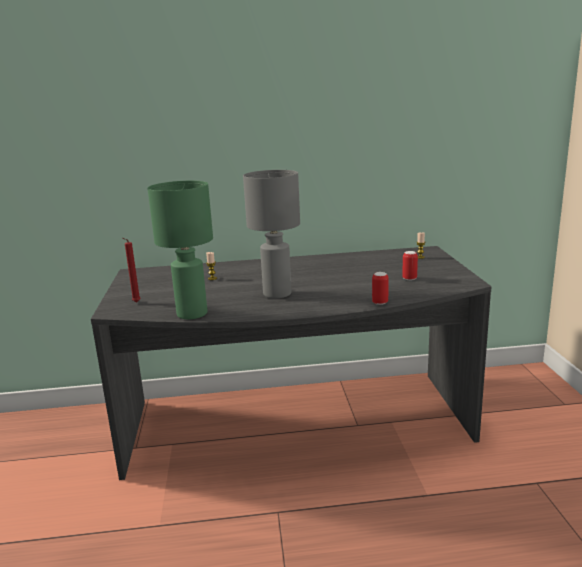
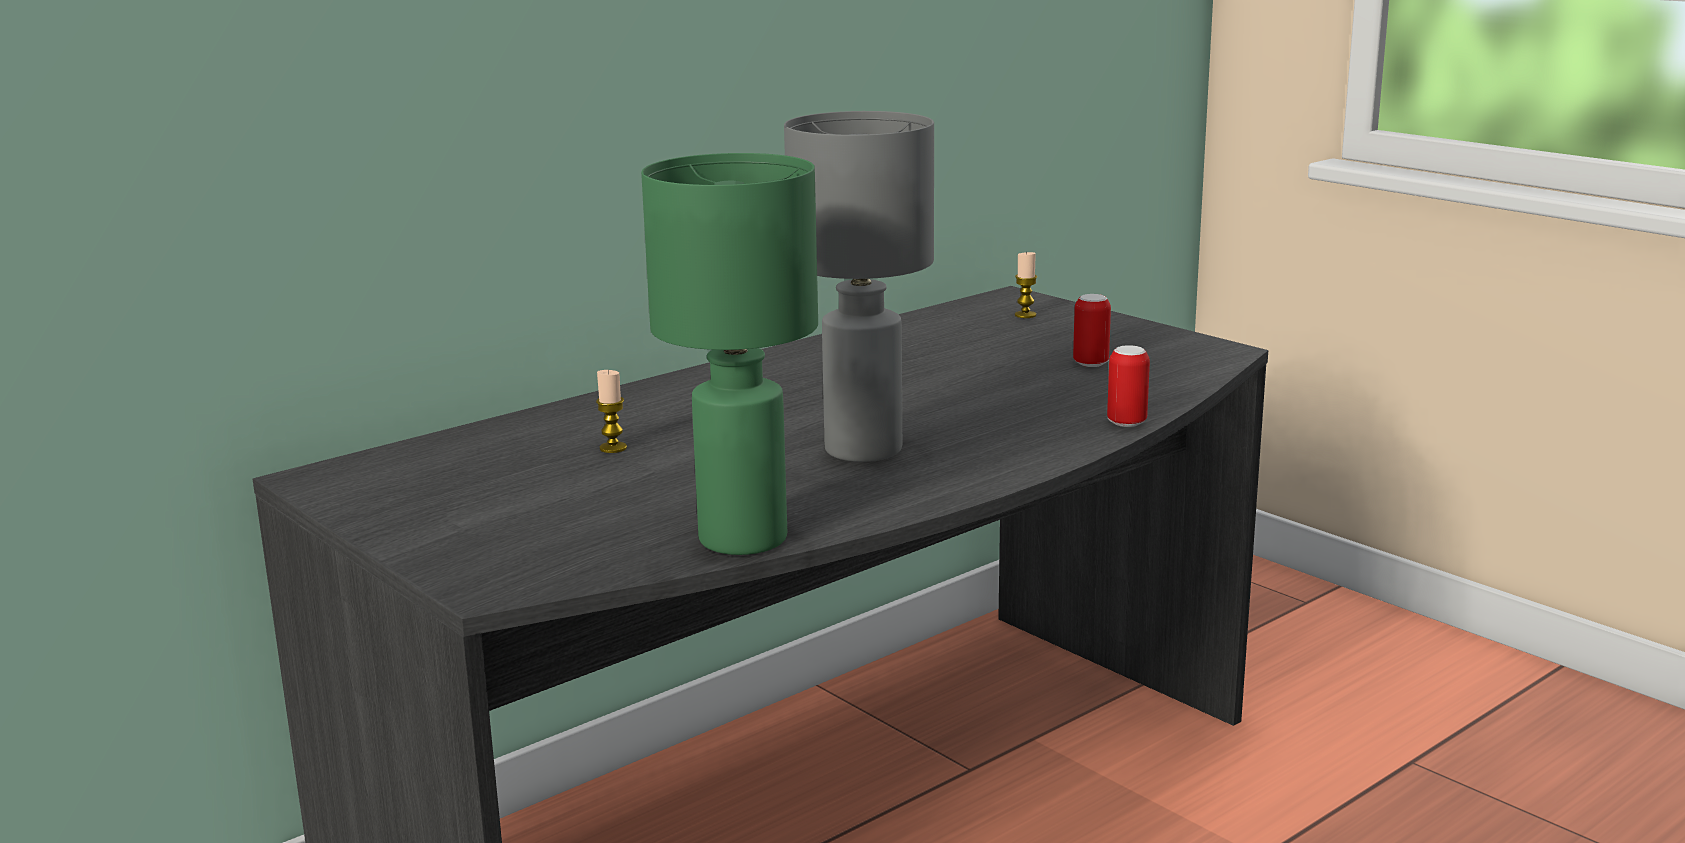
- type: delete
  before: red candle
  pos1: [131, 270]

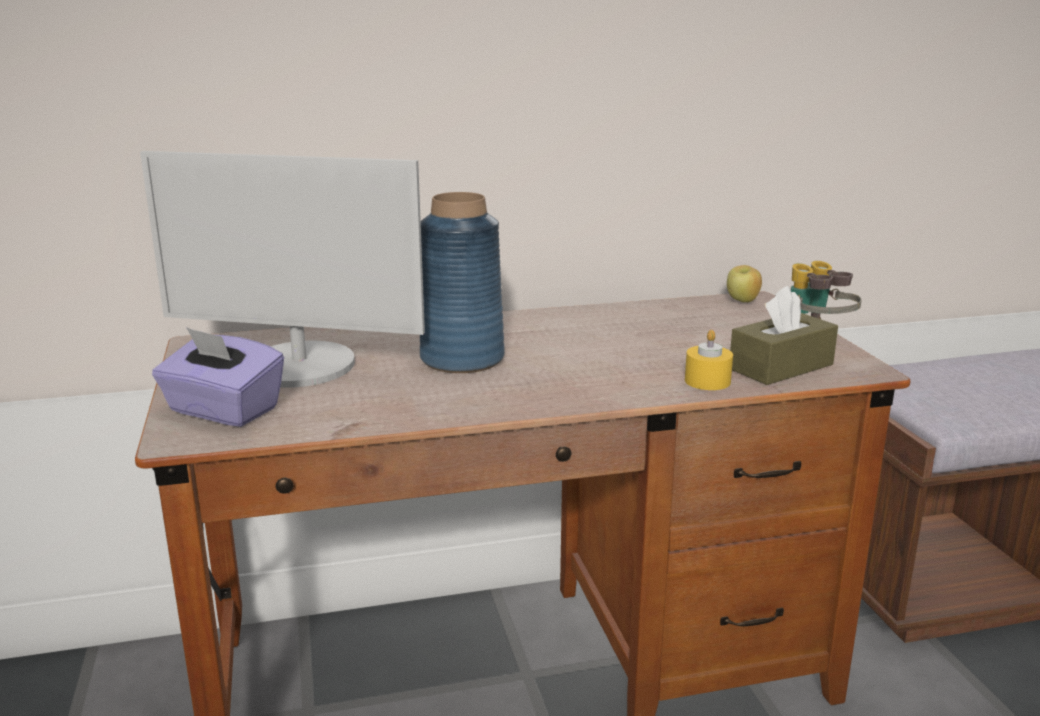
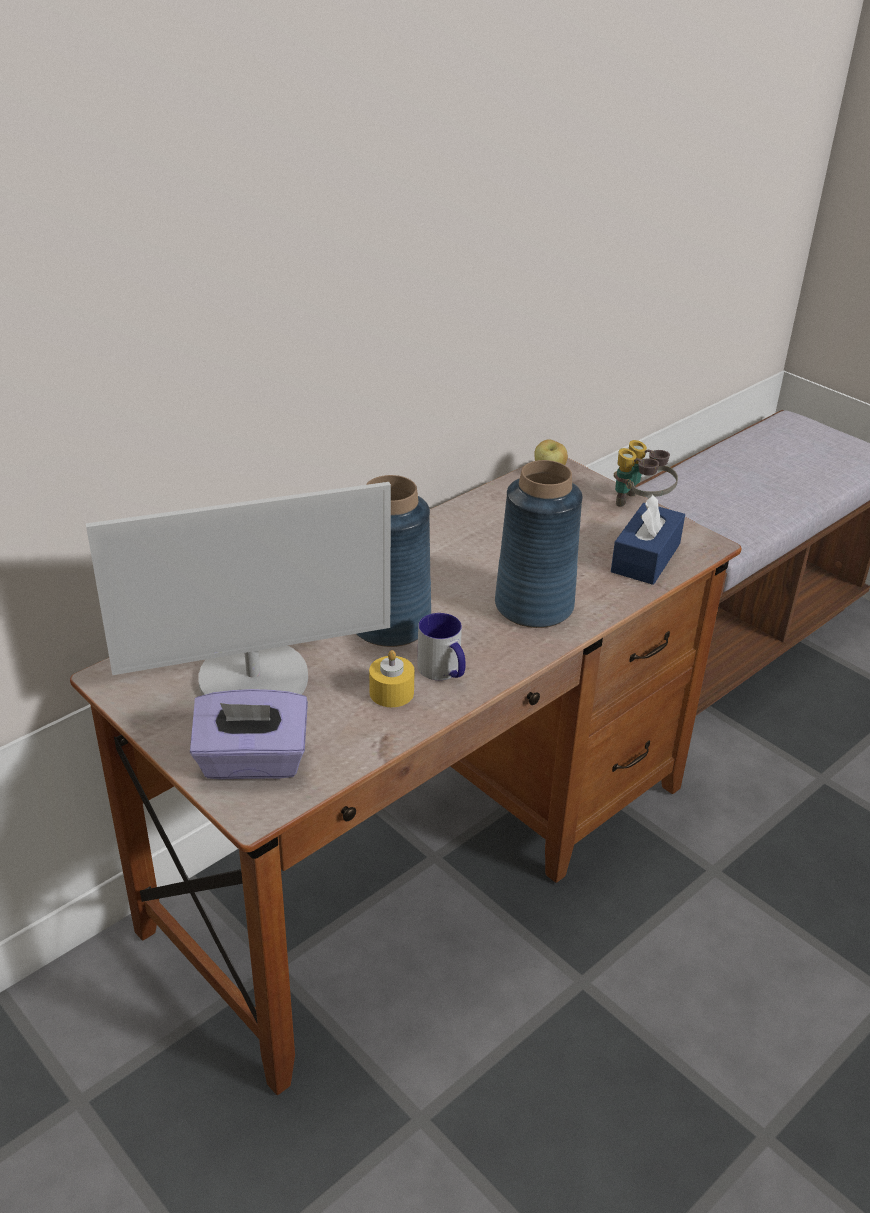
- type: move
  before: yellow candle
  pos1: [709, 360]
  pos2: [392, 678]
- type: recolor
  before: brown tissue box
  after: blue tissue box
  pos1: [784, 335]
  pos2: [648, 539]
- type: insert
  after: mug
  pos2: [441, 646]
- type: insert
  after: blue vase
  pos2: [539, 544]

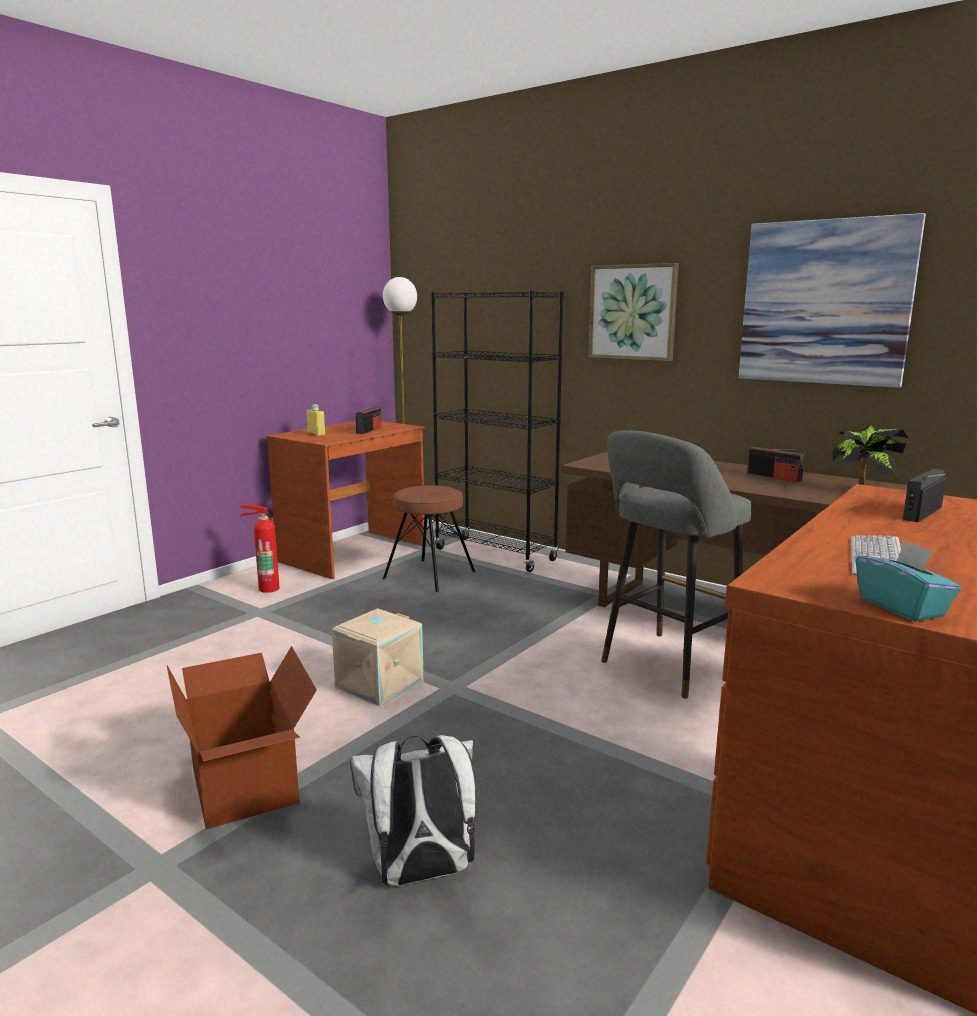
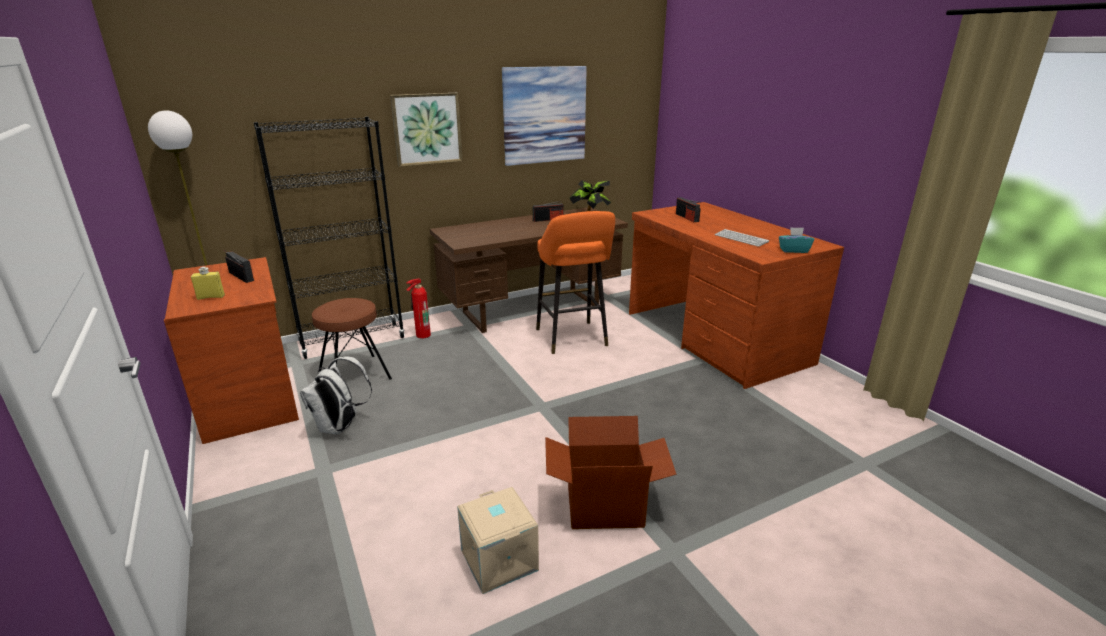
- type: move
  before: fire extinguisher
  pos1: [260, 548]
  pos2: [418, 308]
- type: move
  before: beige storage box
  pos1: [378, 657]
  pos2: [498, 540]
- type: move
  before: white backpack
  pos1: [413, 810]
  pos2: [336, 395]
- type: recolor
  before: grey stool
  after: orange stool
  pos1: [676, 564]
  pos2: [575, 282]

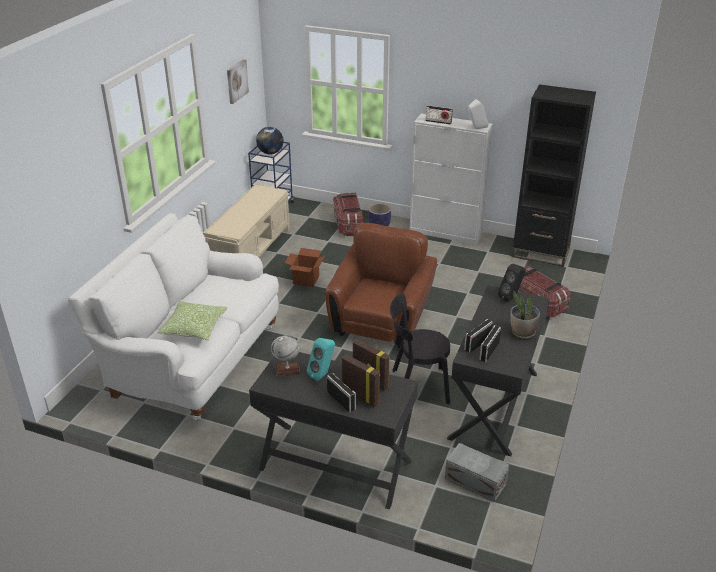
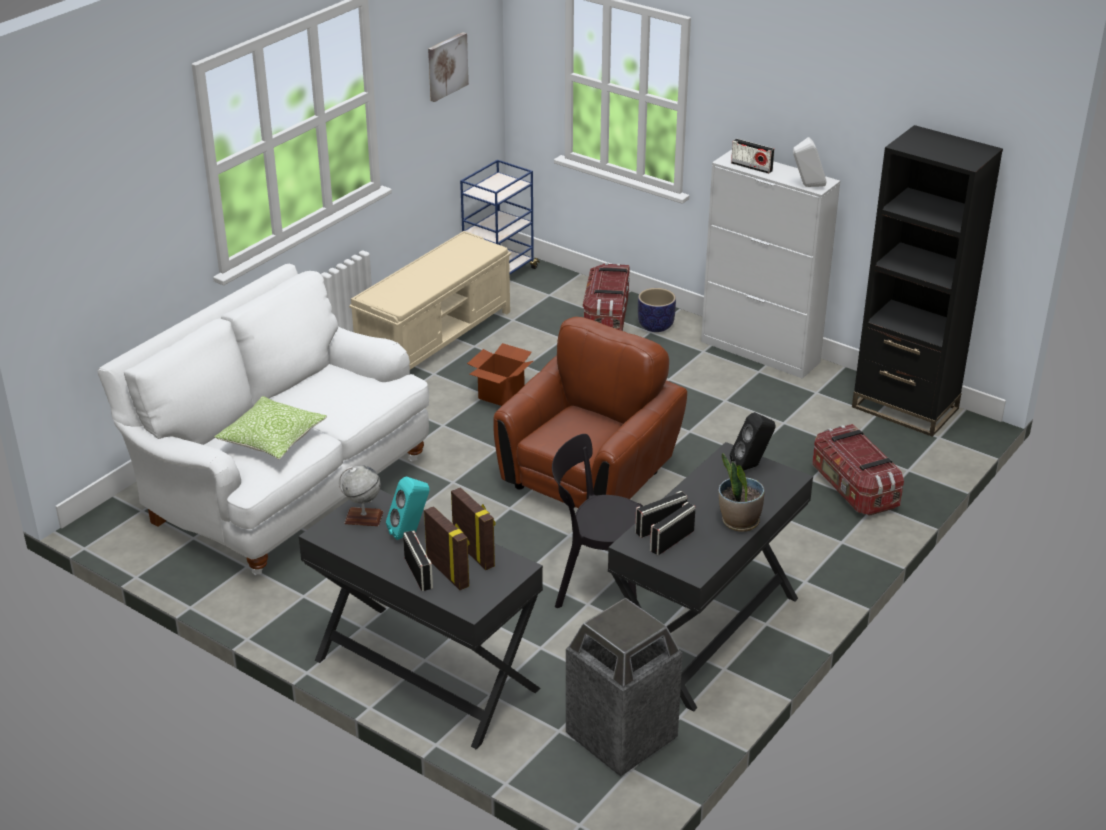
- type: delete
  before: globe
  pos1: [270, 140]
- type: replace
  before: grey storage box
  after: trash can
  pos1: [477, 472]
  pos2: [624, 687]

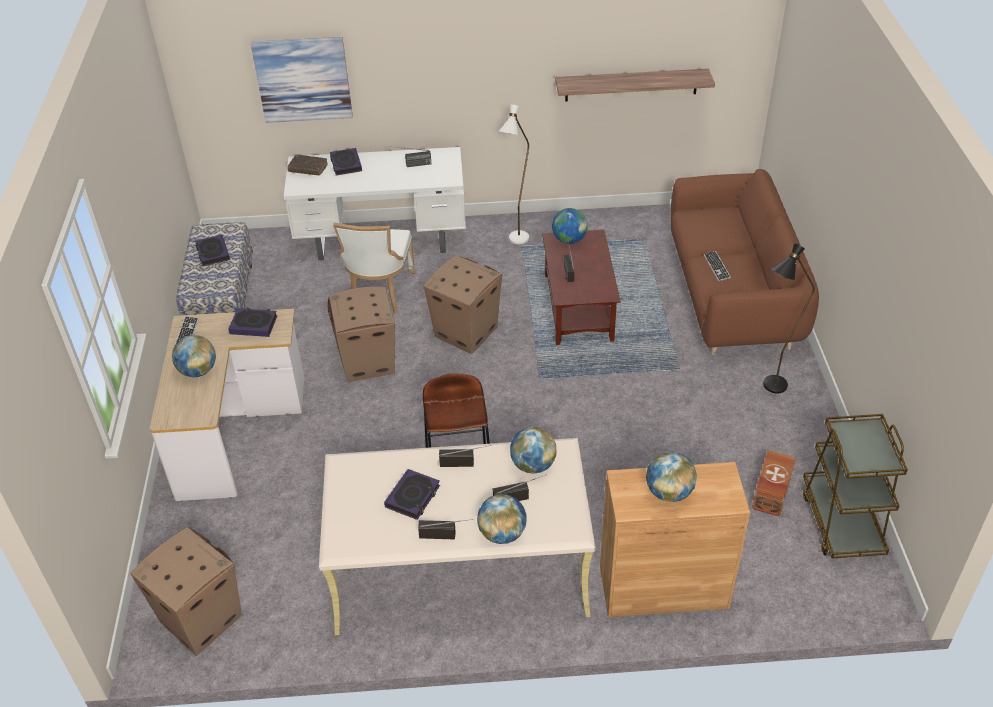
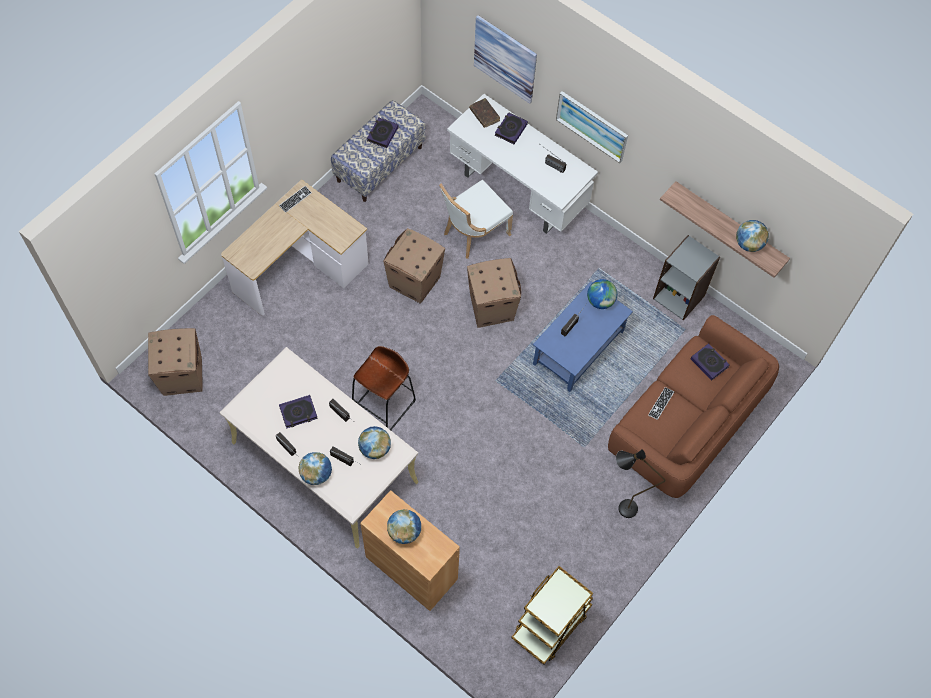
- type: move
  before: globe
  pos1: [194, 356]
  pos2: [752, 236]
- type: move
  before: book
  pos1: [252, 322]
  pos2: [710, 362]
- type: delete
  before: white floor lamp
  pos1: [514, 174]
- type: recolor
  before: brown coffee table
  after: blue coffee table
  pos1: [581, 287]
  pos2: [583, 337]
- type: delete
  before: brown storage box
  pos1: [774, 483]
- type: insert
  after: picture
  pos2: [592, 127]
- type: insert
  after: grey bookcase
  pos2: [686, 278]

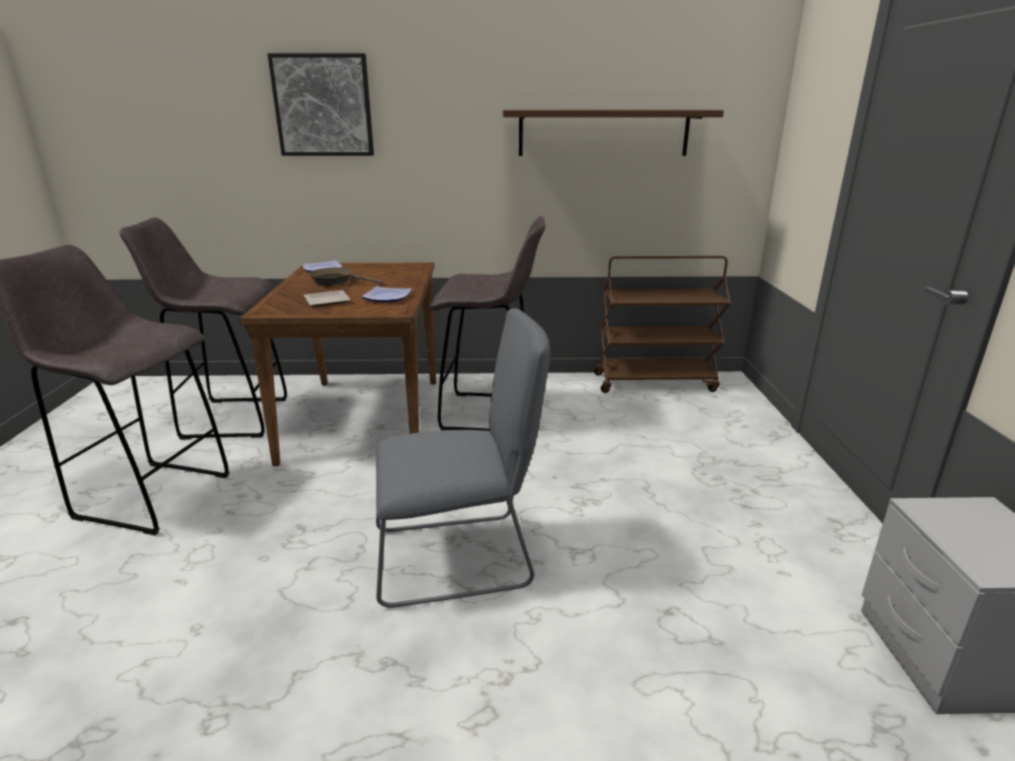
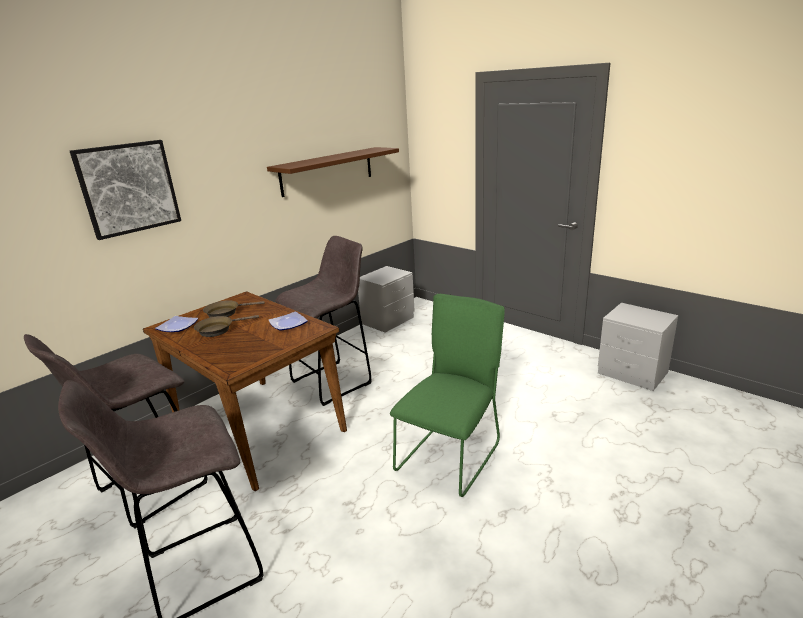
- type: delete
  before: plate
  pos1: [327, 298]
- type: recolor
  before: grey chair
  after: green chair
  pos1: [463, 458]
  pos2: [447, 395]
- type: replace
  before: brown cart
  after: grey nightstand
  pos1: [662, 324]
  pos2: [386, 299]
- type: insert
  after: brown frying pan
  pos2: [234, 308]

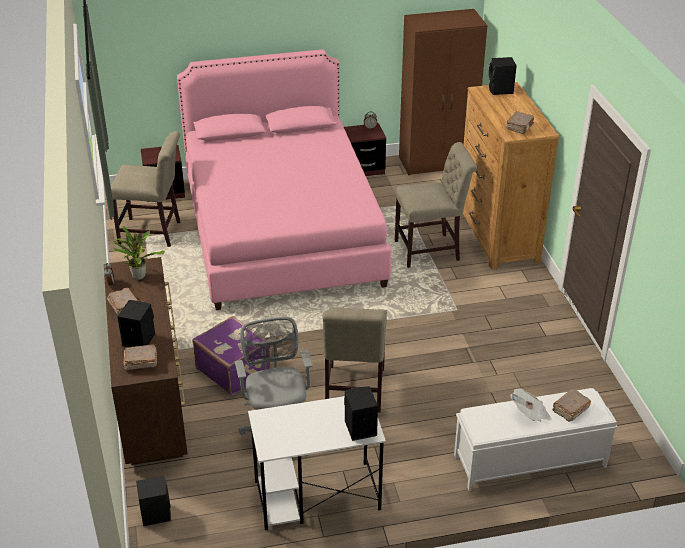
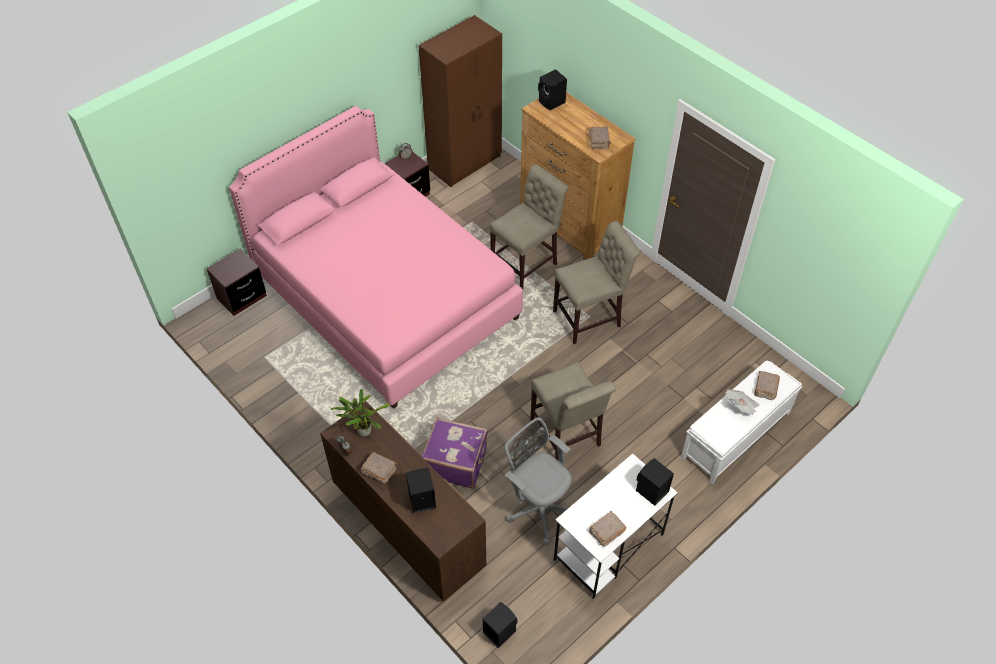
- type: move
  before: beige chair
  pos1: [146, 189]
  pos2: [597, 282]
- type: move
  before: brown book
  pos1: [140, 357]
  pos2: [608, 529]

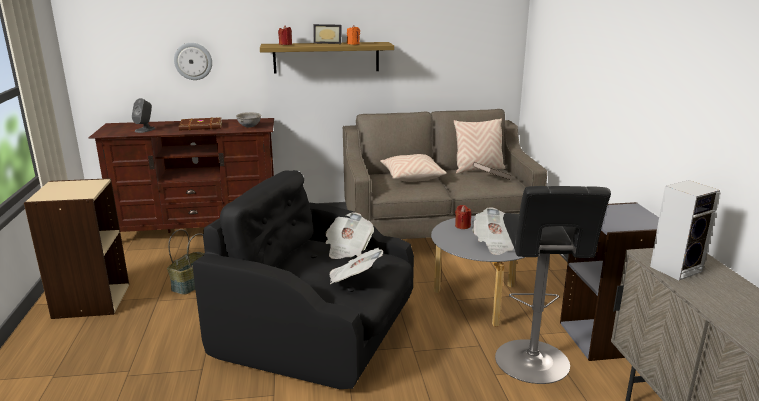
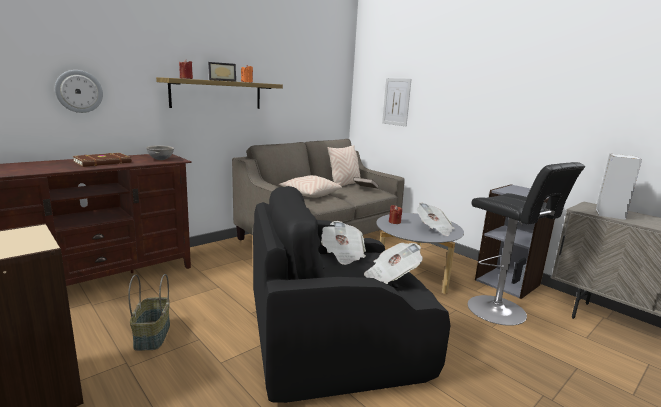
- type: delete
  before: grey speaker
  pos1: [143, 115]
- type: insert
  after: picture
  pos2: [396, 102]

